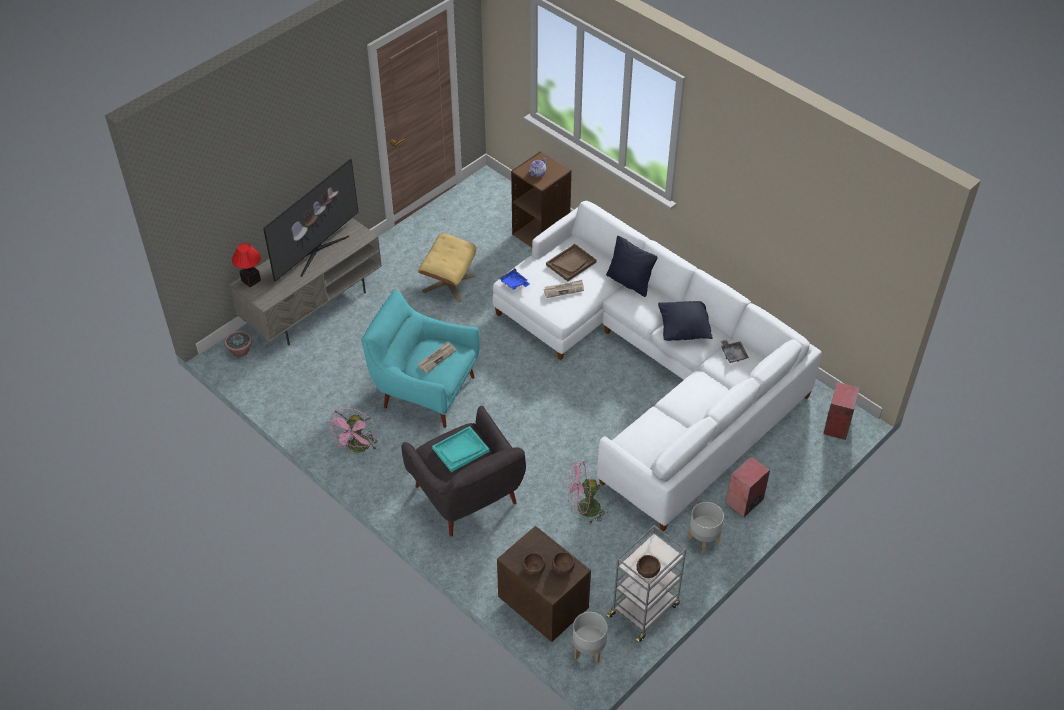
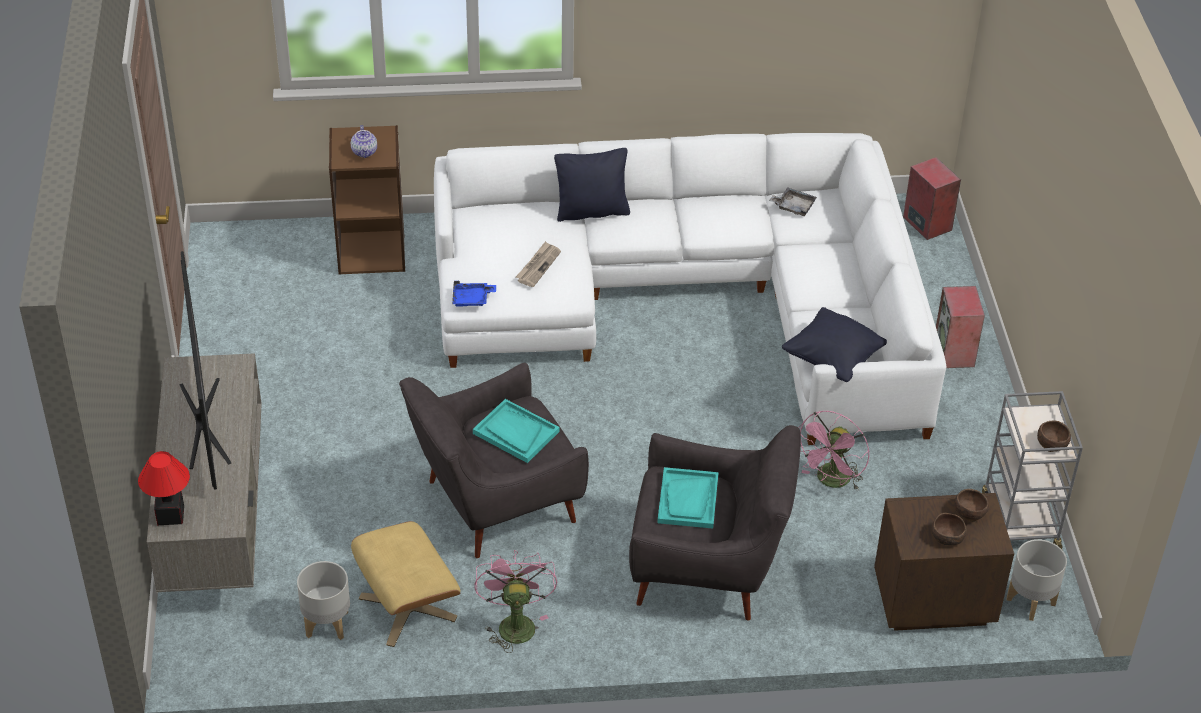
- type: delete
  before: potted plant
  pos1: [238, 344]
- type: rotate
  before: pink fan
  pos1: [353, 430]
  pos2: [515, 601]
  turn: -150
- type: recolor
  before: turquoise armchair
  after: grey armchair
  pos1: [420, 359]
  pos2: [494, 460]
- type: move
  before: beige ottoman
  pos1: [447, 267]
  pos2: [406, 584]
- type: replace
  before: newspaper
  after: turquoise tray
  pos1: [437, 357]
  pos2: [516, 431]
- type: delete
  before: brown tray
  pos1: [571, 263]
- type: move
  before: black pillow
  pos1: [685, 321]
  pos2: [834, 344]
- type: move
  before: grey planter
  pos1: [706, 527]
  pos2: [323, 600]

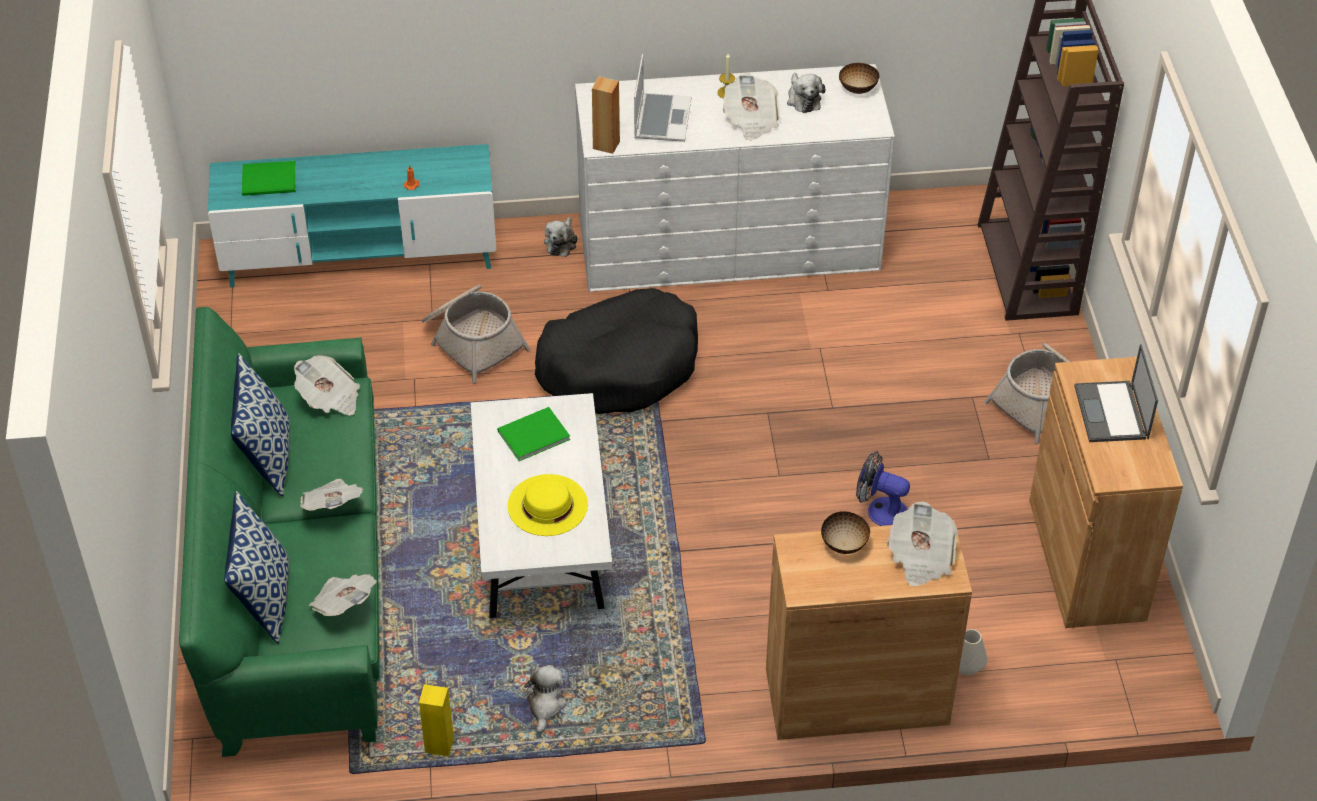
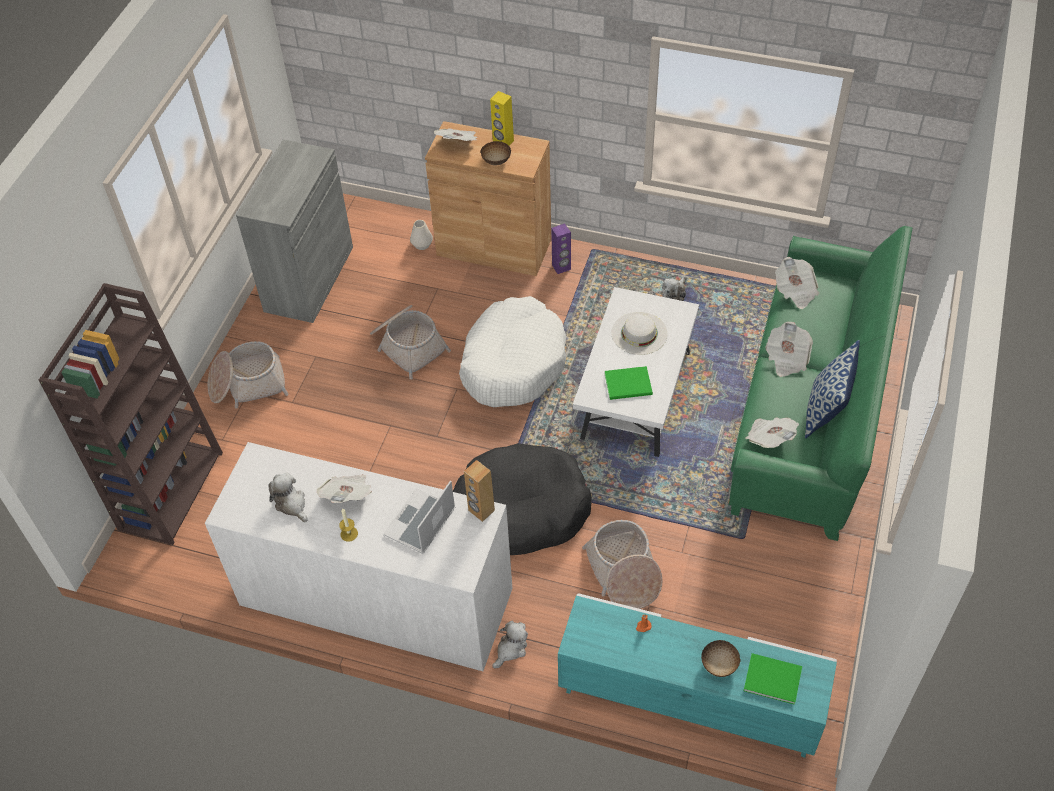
- type: delete
  before: pillow
  pos1: [256, 567]
- type: move
  before: yellow speaker
  pos1: [436, 720]
  pos2: [502, 118]
- type: recolor
  before: yellow hat
  after: white hat
  pos1: [548, 505]
  pos2: [639, 333]
- type: rotate
  before: plush toy
  pos1: [806, 93]
  pos2: [288, 497]
  turn: -45
- type: move
  before: bowl
  pos1: [859, 78]
  pos2: [721, 658]
- type: replace
  before: fan
  after: basket
  pos1: [883, 488]
  pos2: [410, 342]
- type: recolor
  before: brown cabinet
  after: grey cabinet
  pos1: [1106, 492]
  pos2: [294, 231]
- type: delete
  before: laptop
  pos1: [1116, 393]
- type: insert
  after: white dog bed
  pos2: [512, 351]
- type: insert
  after: purple speaker
  pos2: [561, 248]

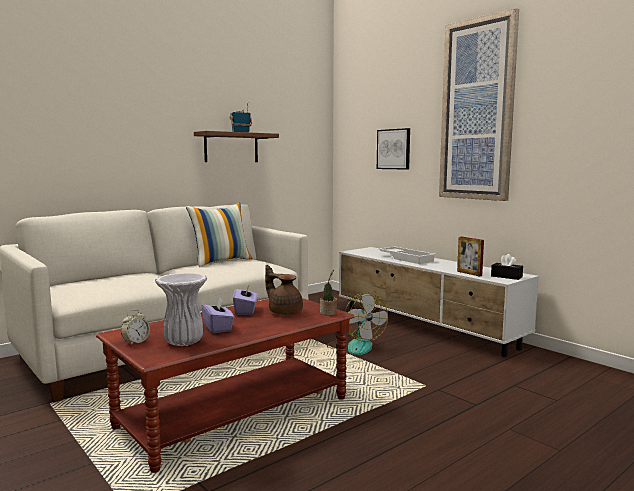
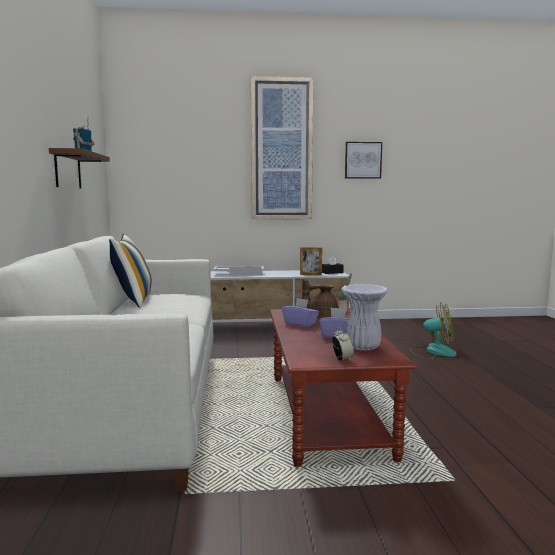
- type: move
  before: fan
  pos1: [357, 323]
  pos2: [433, 330]
- type: move
  before: picture
  pos1: [393, 149]
  pos2: [363, 160]

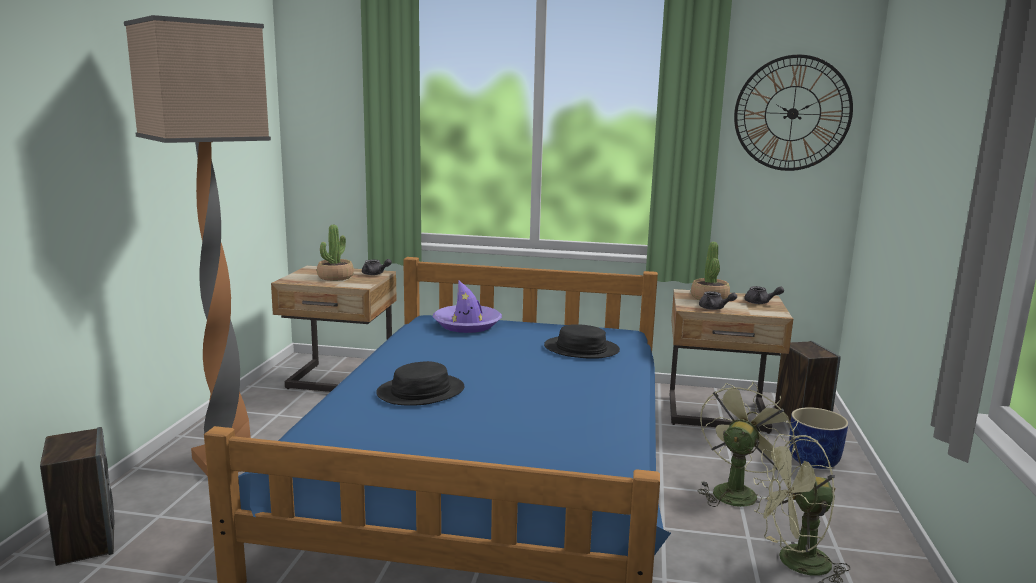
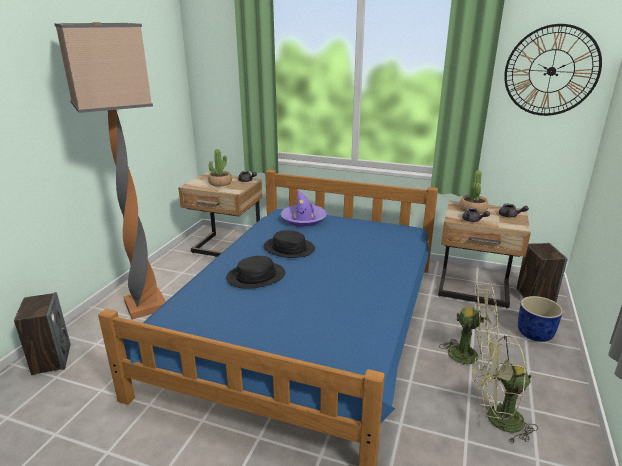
- type: move
  before: black hat
  pos1: [582, 341]
  pos2: [289, 244]
- type: rotate
  before: green fan
  pos1: [747, 444]
  pos2: [469, 329]
  turn: 60

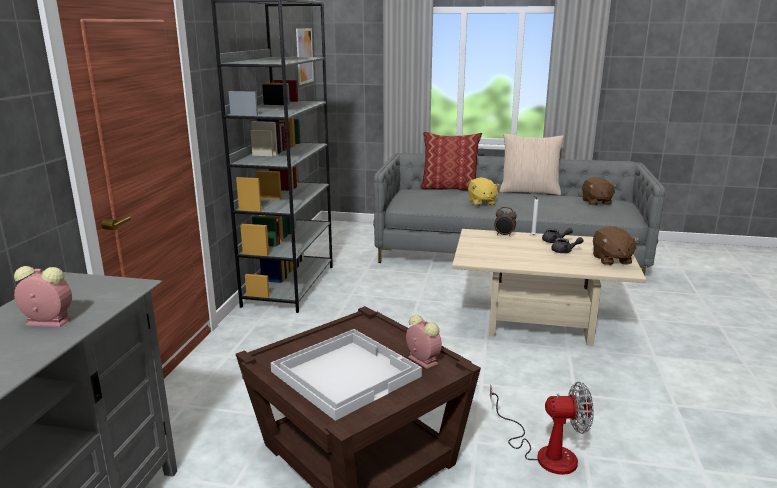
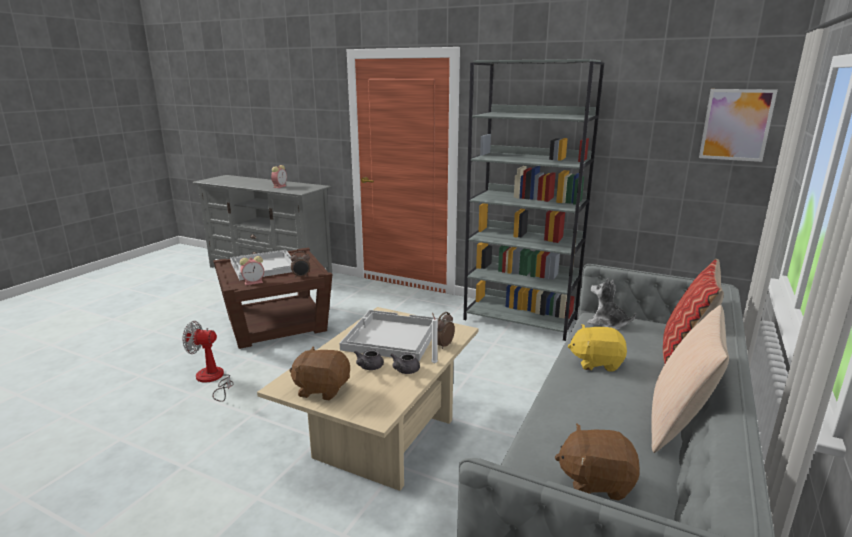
- type: rotate
  before: fan
  pos1: [542, 428]
  pos2: [208, 361]
  turn: 75
- type: insert
  after: alarm clock
  pos2: [300, 264]
- type: insert
  after: white tray
  pos2: [389, 335]
- type: insert
  after: plush toy
  pos2: [611, 304]

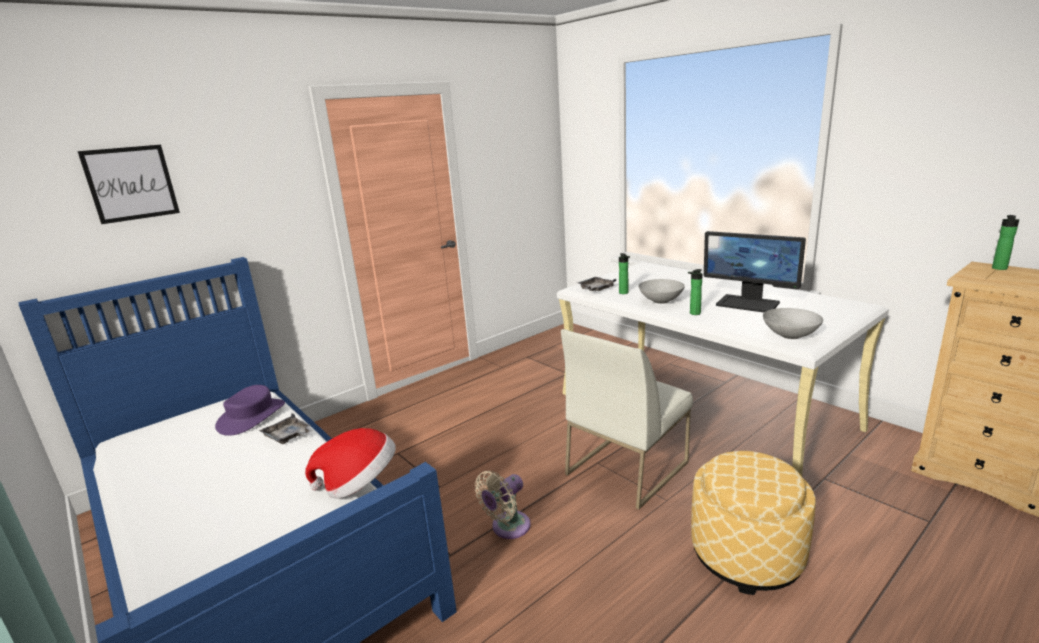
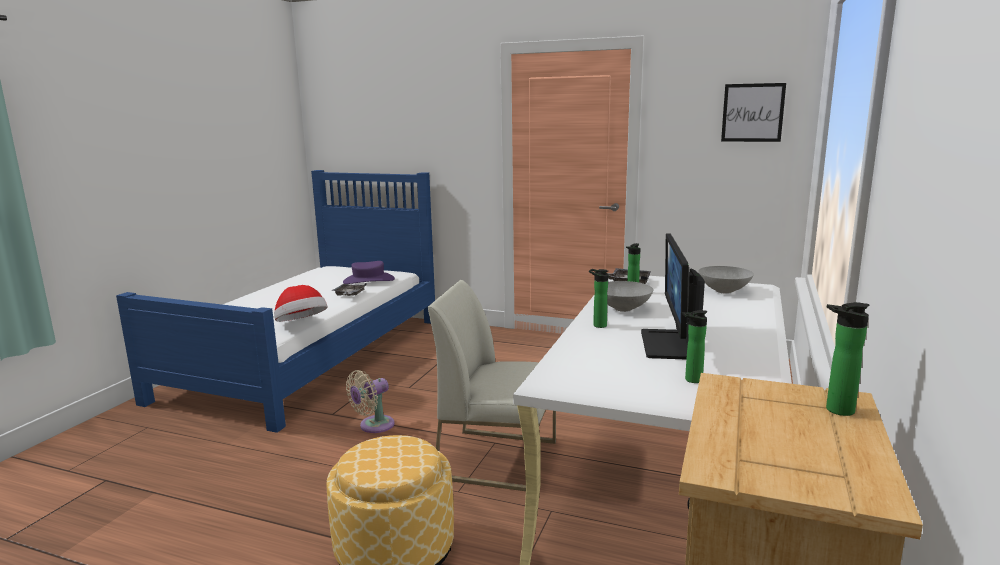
- type: move
  before: picture
  pos1: [129, 184]
  pos2: [753, 112]
- type: rotate
  before: beige fan
  pos1: [503, 505]
  pos2: [370, 401]
  turn: -60
- type: move
  before: grey bowl
  pos1: [793, 323]
  pos2: [726, 280]
- type: insert
  after: bottle
  pos2: [694, 346]

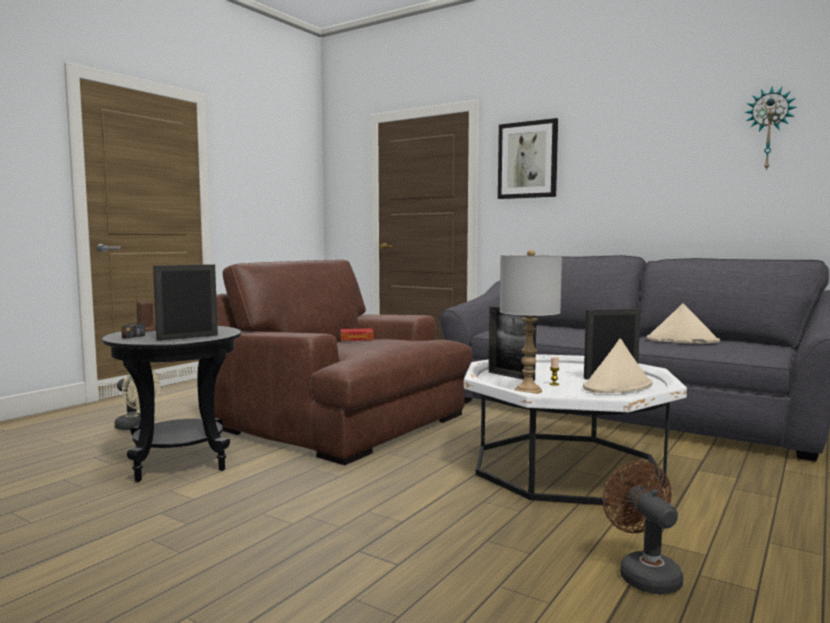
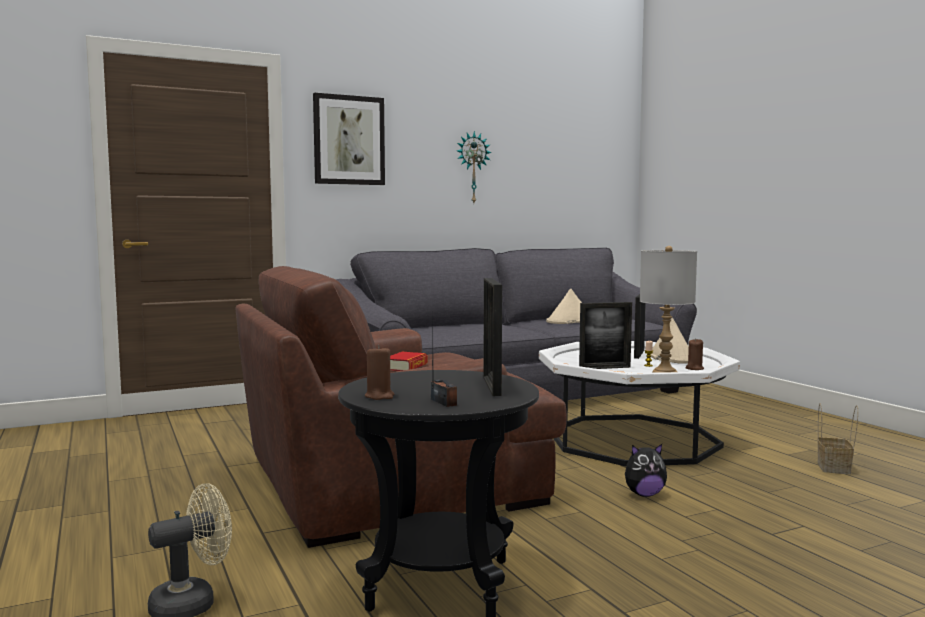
- type: replace
  before: brown fan
  after: basket
  pos1: [643, 527]
  pos2: [837, 438]
- type: move
  before: wall clock
  pos1: [770, 129]
  pos2: [474, 167]
- type: insert
  after: plush toy
  pos2: [646, 470]
- type: insert
  after: brown candle
  pos2: [694, 354]

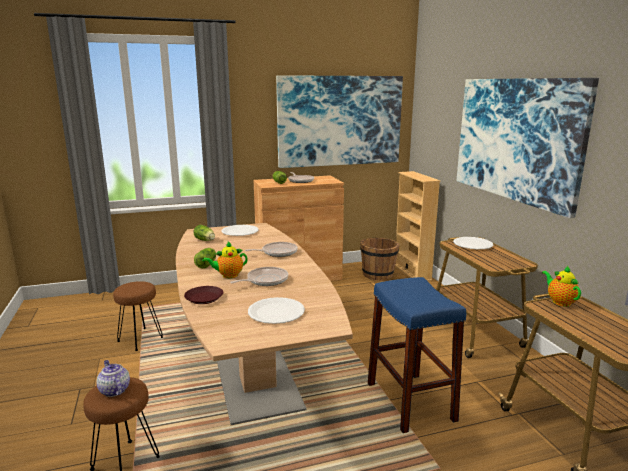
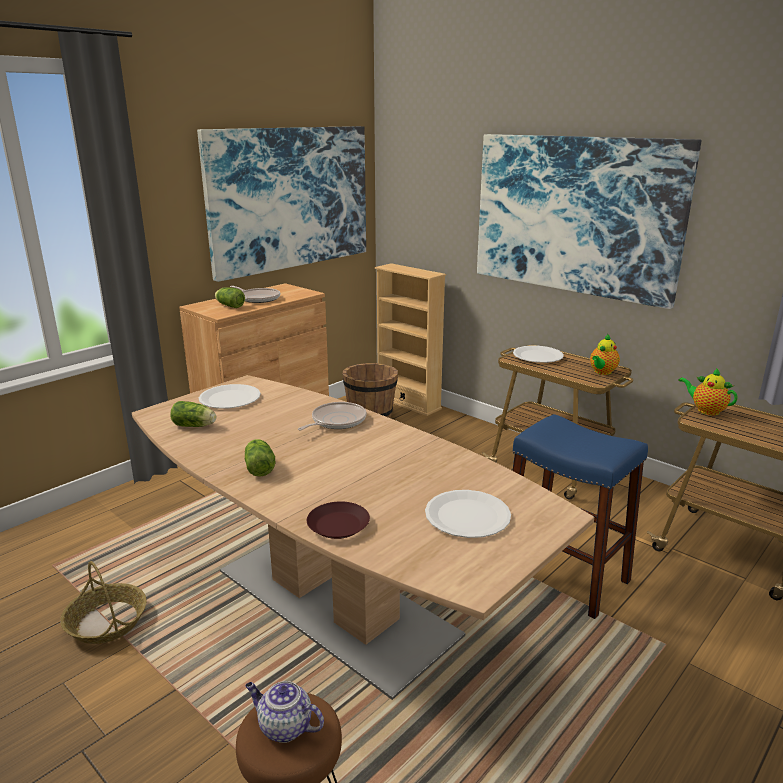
- type: replace
  before: brown stool
  after: basket
  pos1: [138, 316]
  pos2: [103, 602]
- type: move
  before: teapot
  pos1: [225, 260]
  pos2: [605, 354]
- type: delete
  before: frying pan
  pos1: [259, 276]

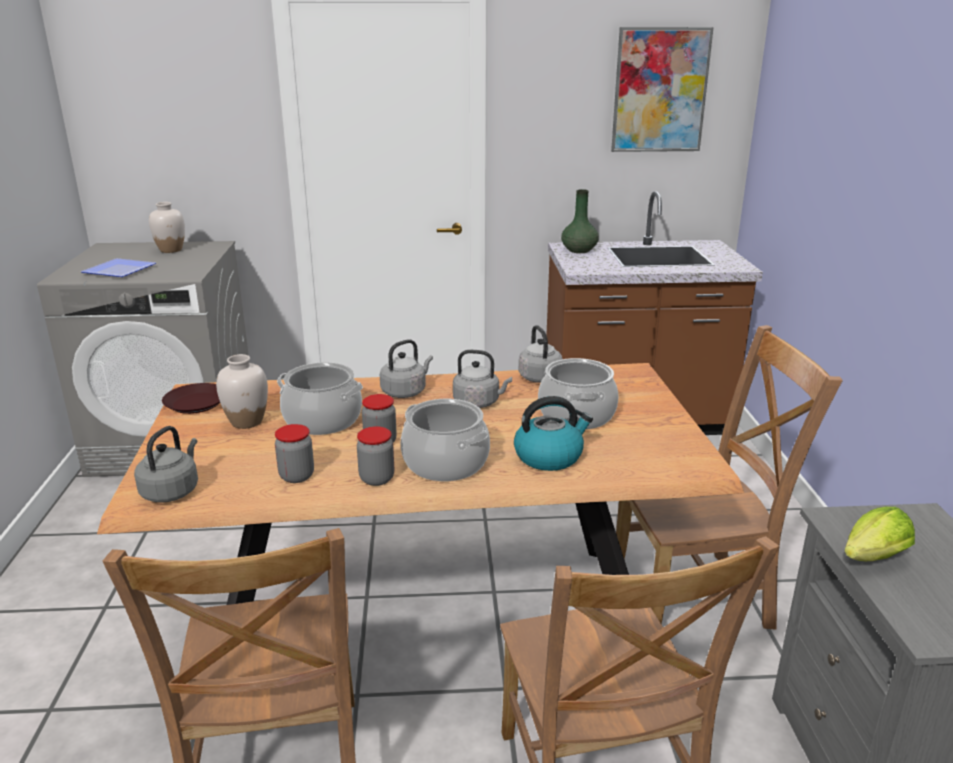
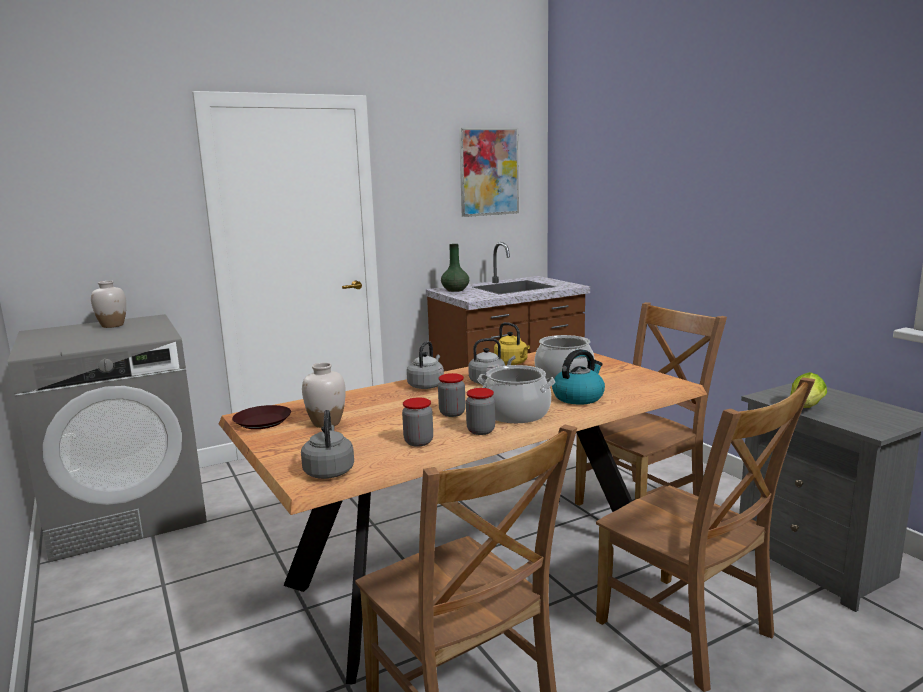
- type: delete
  before: plate
  pos1: [118, 267]
- type: delete
  before: cooking pot
  pos1: [320, 398]
- type: recolor
  before: grey kettle
  after: yellow kettle
  pos1: [541, 354]
  pos2: [512, 343]

